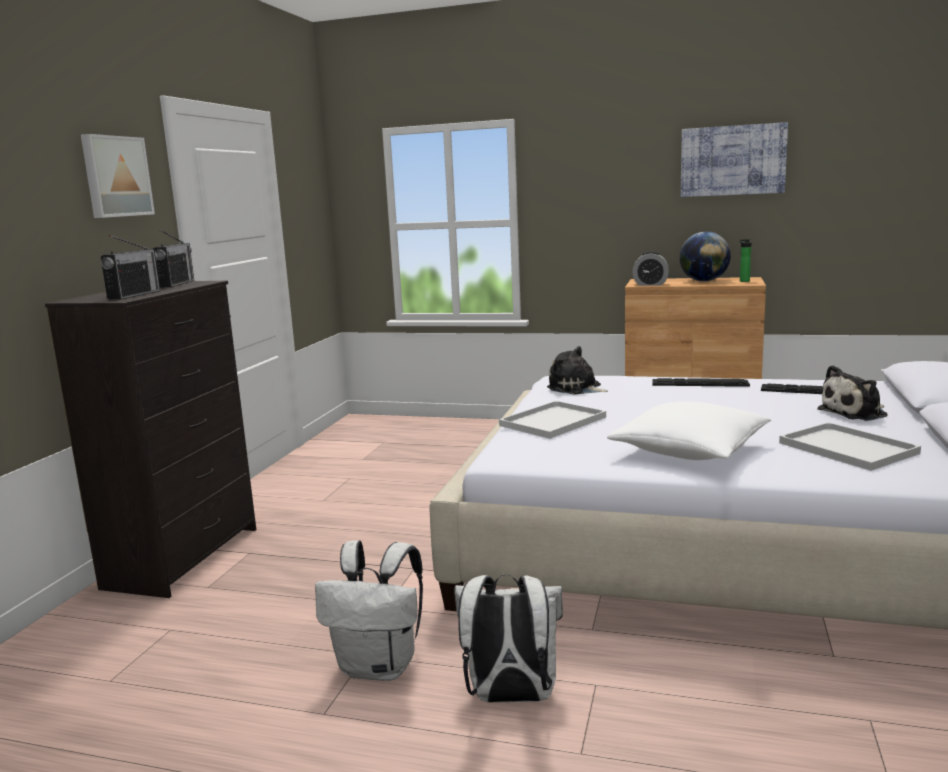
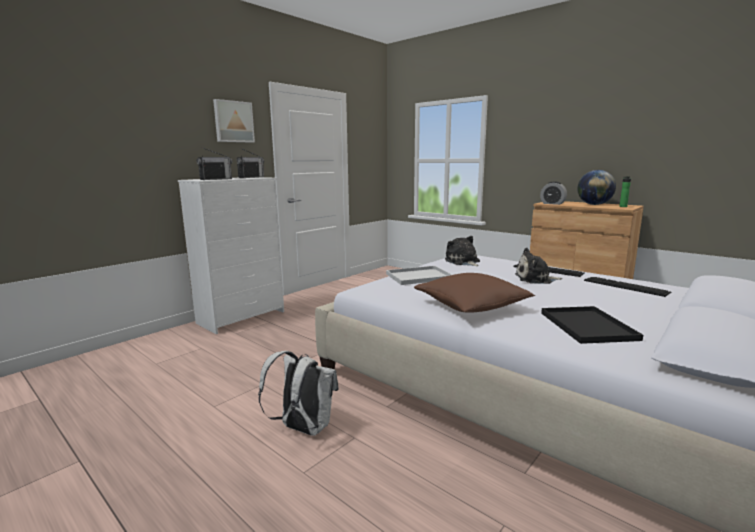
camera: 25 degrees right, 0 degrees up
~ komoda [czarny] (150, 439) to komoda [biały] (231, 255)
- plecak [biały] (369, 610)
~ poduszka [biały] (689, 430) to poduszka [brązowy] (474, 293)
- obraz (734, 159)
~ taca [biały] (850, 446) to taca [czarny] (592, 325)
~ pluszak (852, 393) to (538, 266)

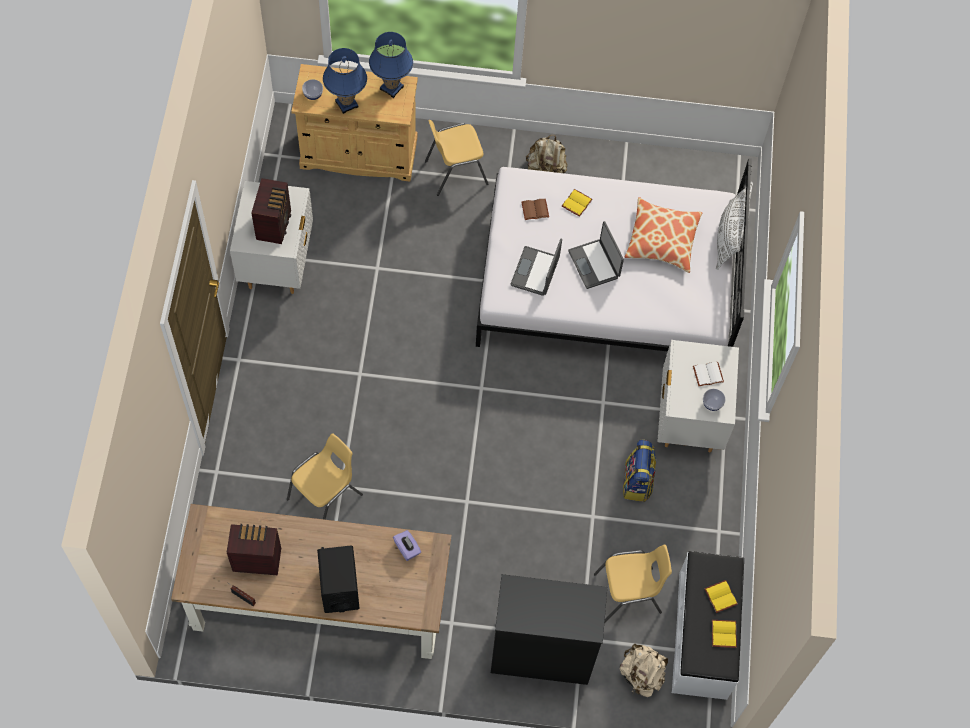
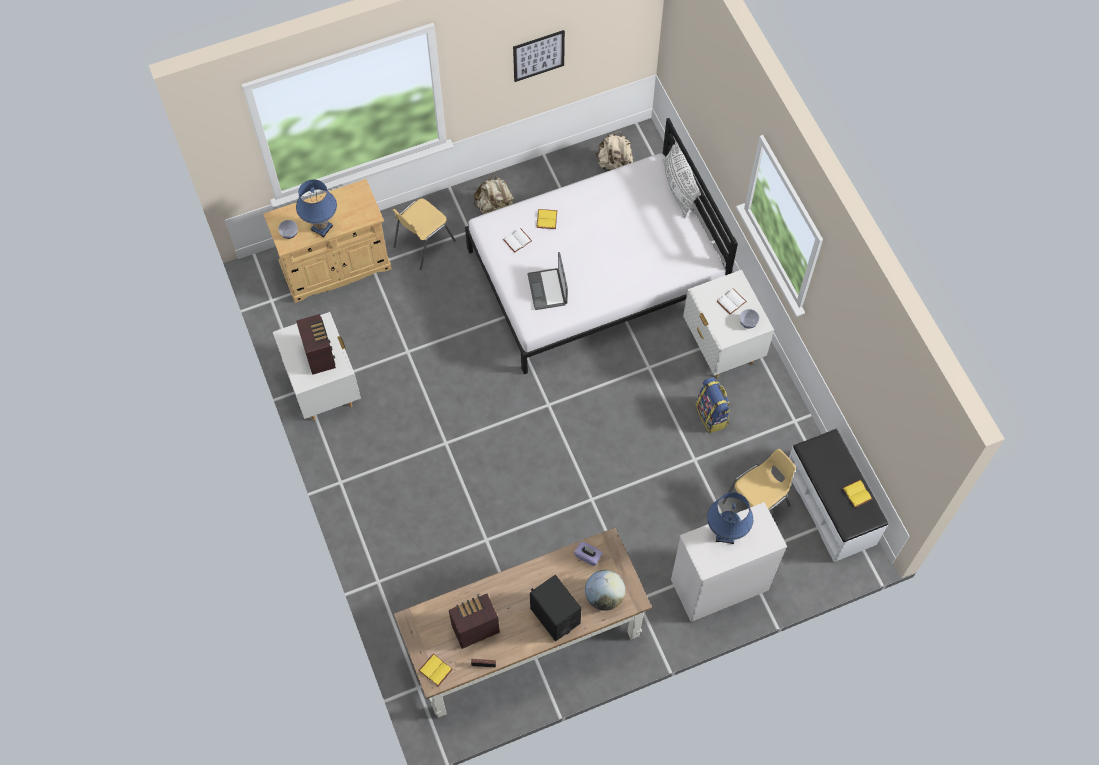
camera: 25 degrees left, 0 degrees up
- krzesło [żółty] (325, 476)
~ lampa stołowa [niebieski] (391, 65) to (730, 518)
~ komoda [czarny] (549, 629) to komoda [biały] (729, 562)
~ książka [brązowy] (535, 209) to książka [biały] (517, 240)
- laptop (596, 255)
~ plecak [beżowy] (643, 670) to (614, 151)
- poduszka (663, 235)
~ książka [żółty] (721, 596) to (436, 670)
+ obraz (539, 56)
+ globus (605, 590)

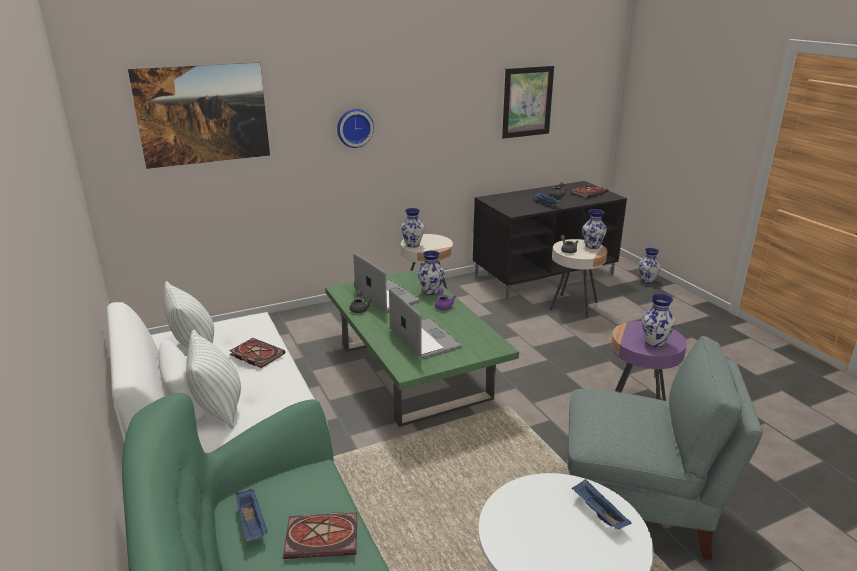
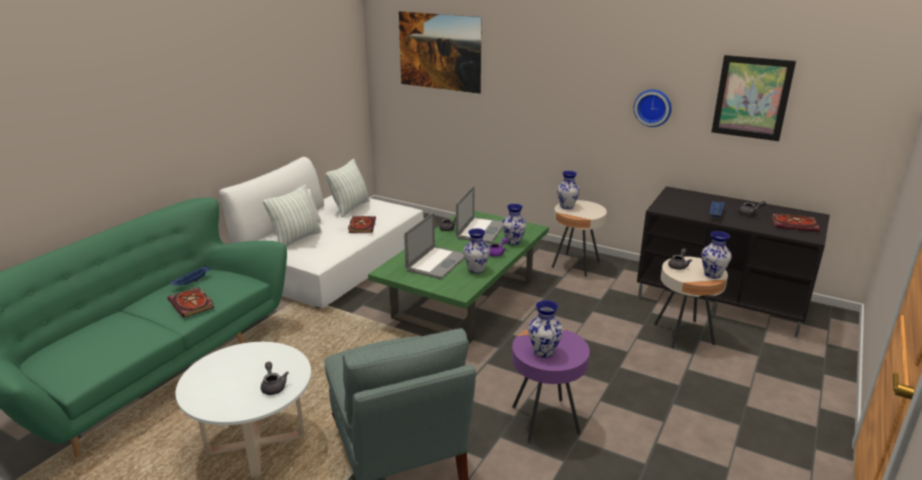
camera: 55 degrees right, 0 degrees up
~ zegar ścienny (355, 128) to (653, 108)
~ taca [niebieski] (601, 504) to imbryk [szary] (275, 378)
~ wazon (650, 265) to (476, 250)

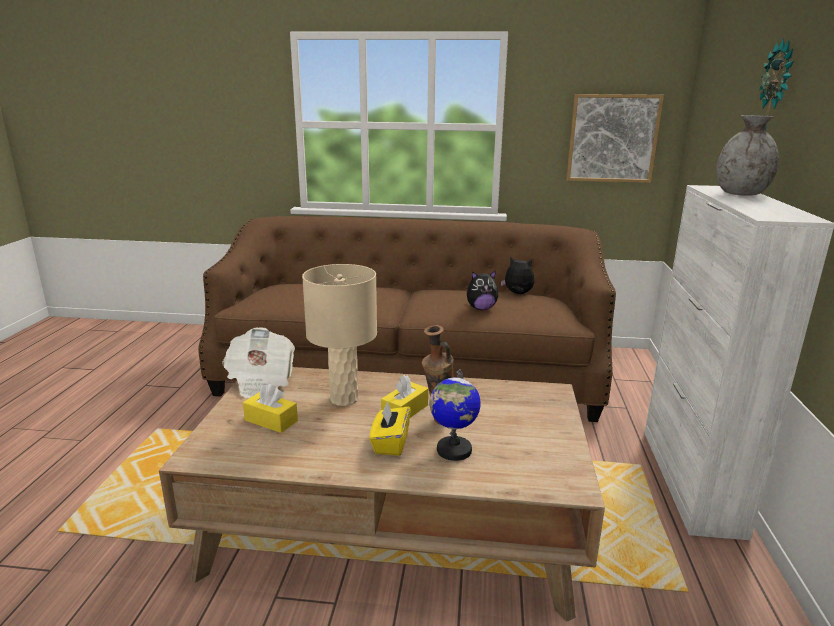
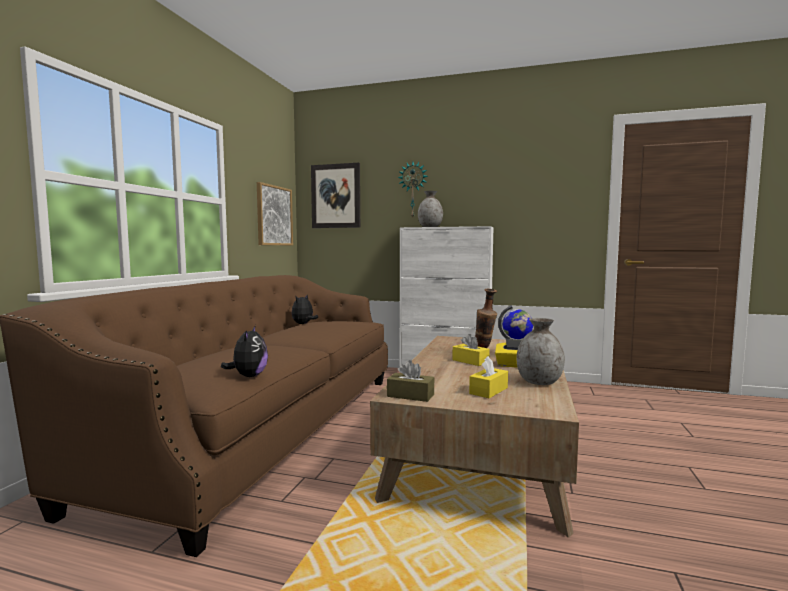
camera: 80 degrees left, 15 degrees down
~ gazeta (258, 362) to pudełko chusteczek [brązowy] (410, 381)
- lampa stołowa [beżowy] (339, 335)
~ pluszak (482, 290) to (244, 351)
+ obraz (335, 195)
+ wazon [szary] (540, 351)

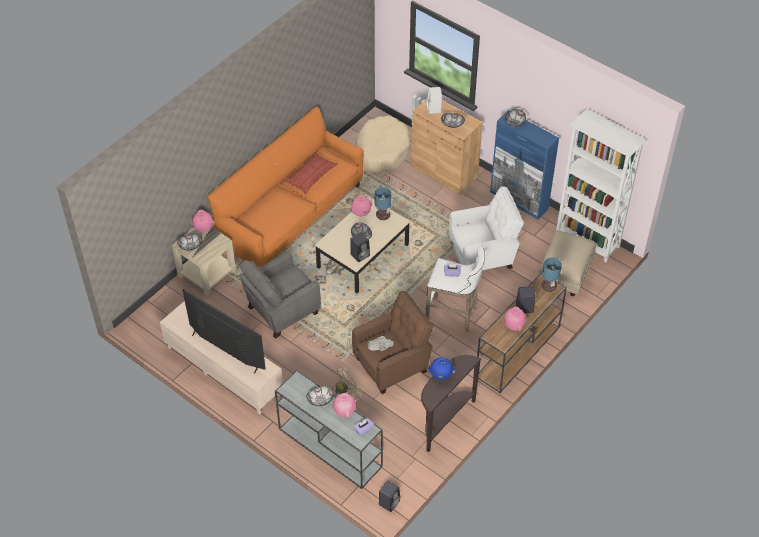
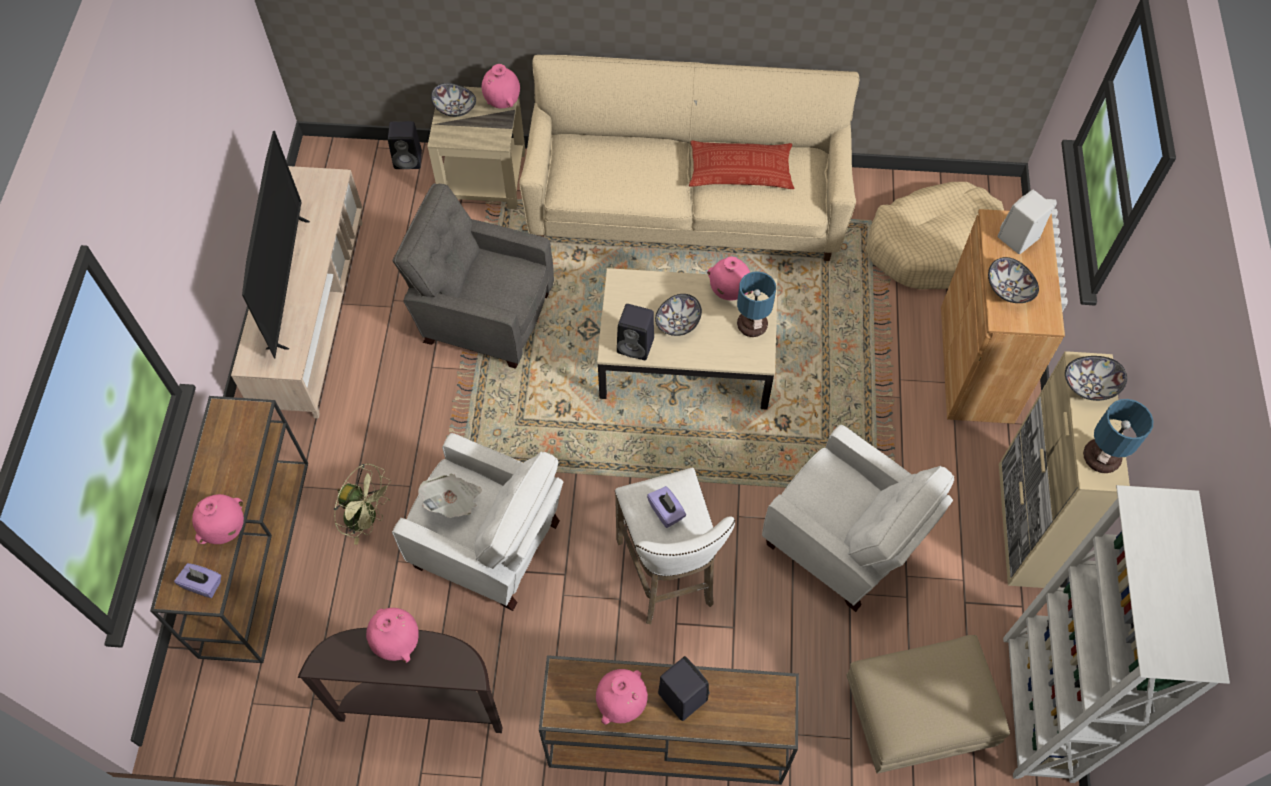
camera: 55 degrees right, 10 degrees up
~ kanapa [pomarańczowy] (286, 187) to kanapa [beżowy] (689, 158)
~ stolik konsolowy [szary] (329, 429) to stolik konsolowy [brązowy] (229, 529)
- miska (320, 396)
~ fotel [brązowy] (393, 342) to fotel [biały] (477, 522)
~ głośnik [czarny] (389, 496) to (405, 145)
~ wazon [niebieski] (441, 368) to wazon [różowy] (392, 635)
~ szafka [niebieski] (524, 165) to szafka [beżowy] (1064, 469)
~ lampa stołowa (551, 274) to (1118, 436)

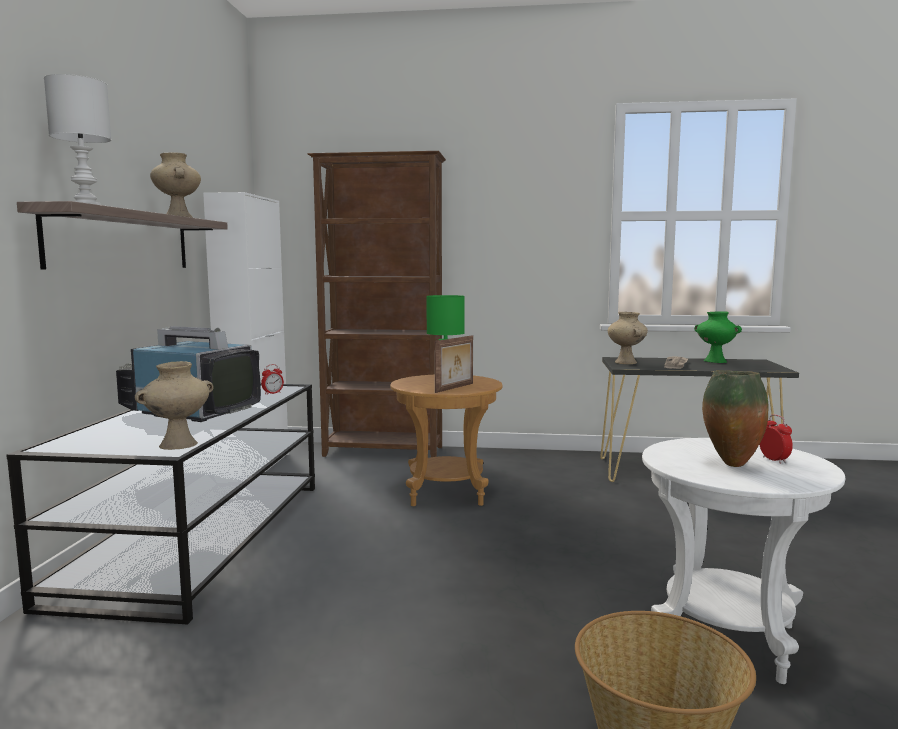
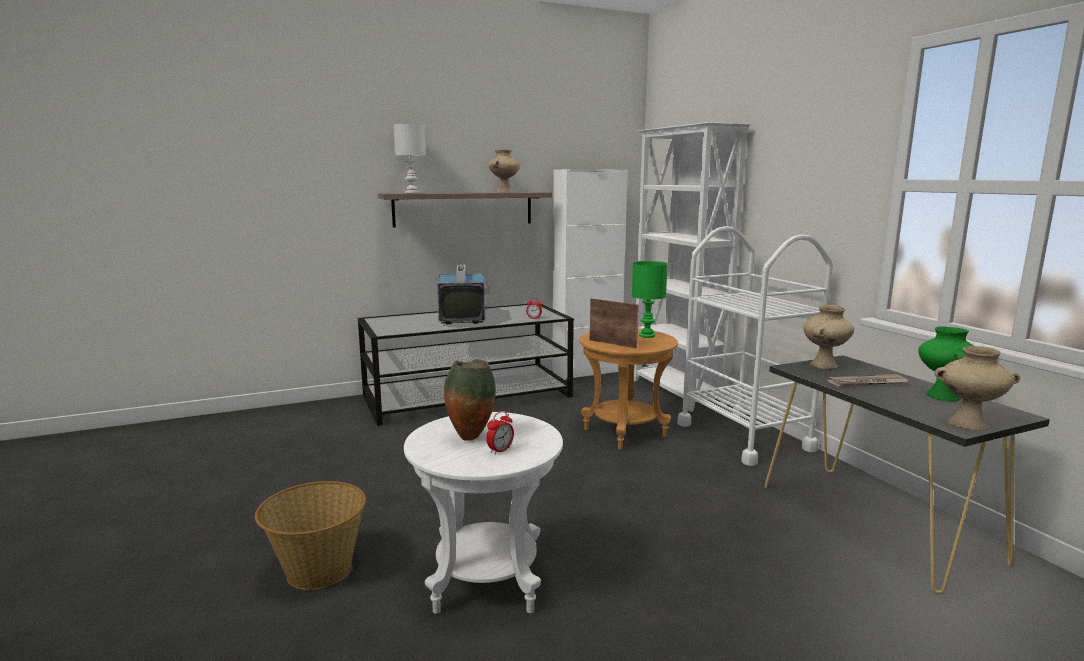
camera: 60 degrees right, 5 degrees up
~ wazon [beżowy] (174, 405) to (977, 388)
~ regał [brązowy] (376, 304) to regał [biały] (692, 267)
~ ramka na zdjęcie (454, 364) = (614, 323) 150 degrees counterclockwise
+ wózek [biały] (755, 346)

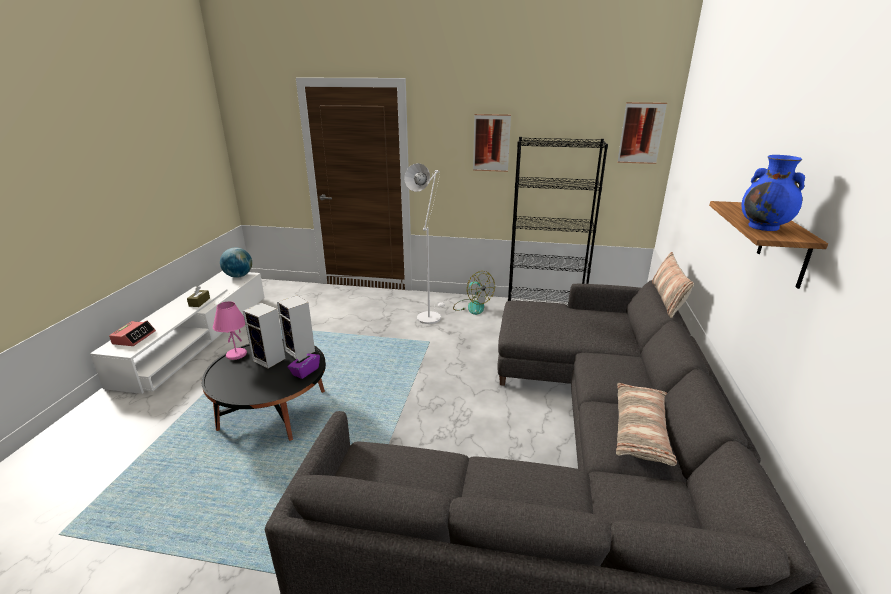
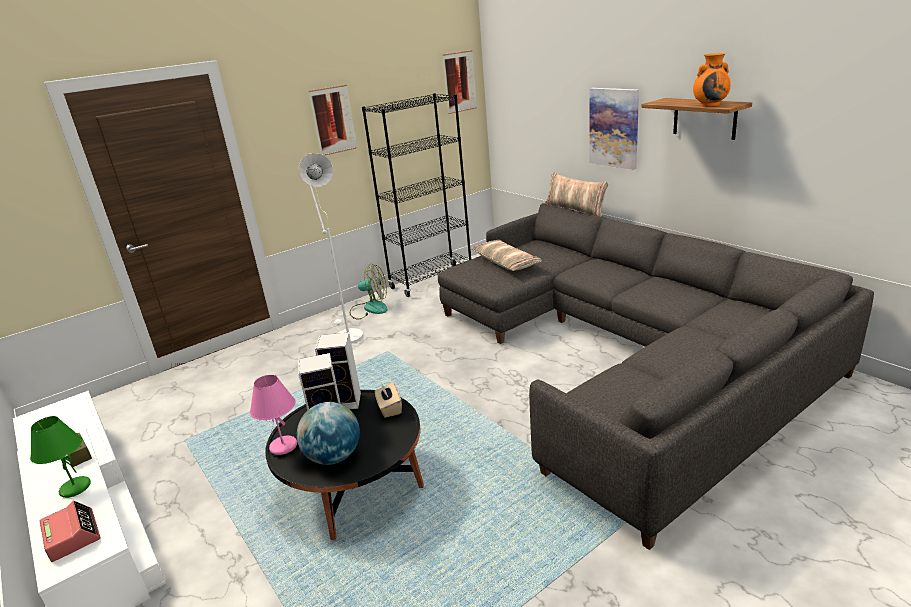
camera: 45 degrees left, 0 degrees up
~ globus (236, 263) to (328, 433)
~ pudełko chusteczek [fioletowy] (304, 364) to pudełko chusteczek [beżowy] (388, 400)
~ poduszka (646, 424) to (506, 255)
~ wazon [niebieski] (773, 193) to wazon [pomarańczowy] (712, 80)
+ lampa stołowa [zielony] (60, 457)
+ obraz (614, 129)

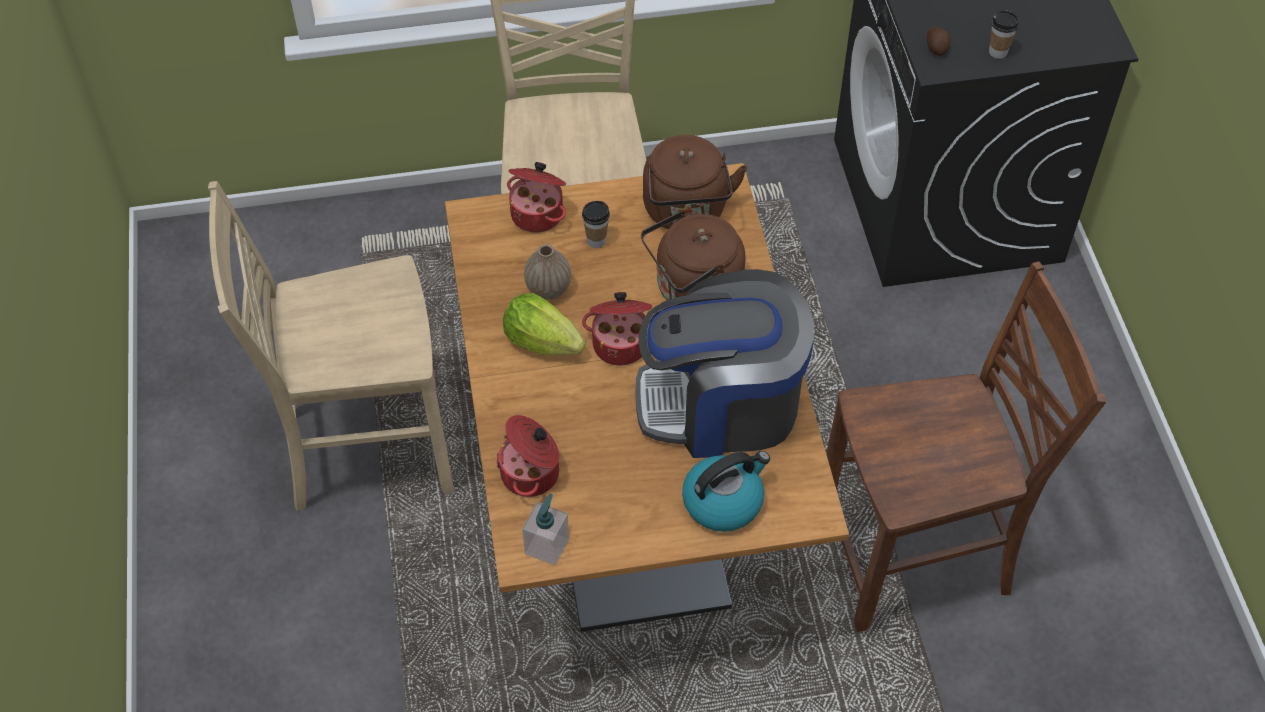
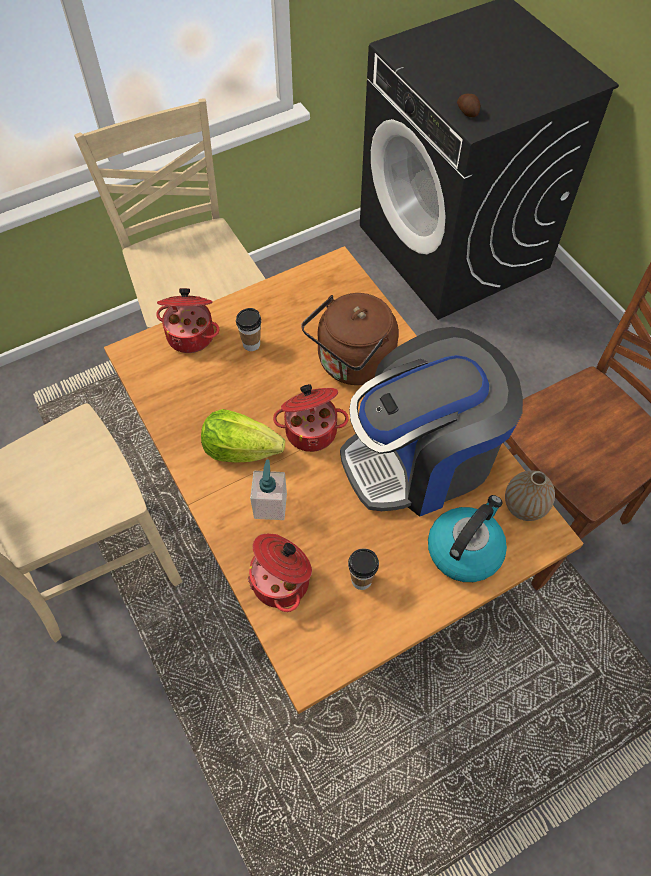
camera: 20 degrees left, 5 degrees up
~ dozownik mydła (545, 529) to (268, 489)
~ wazon (547, 272) to (530, 495)
- czajnik [brązowy] (695, 182)
~ filiżanka (1004, 34) to (363, 569)

